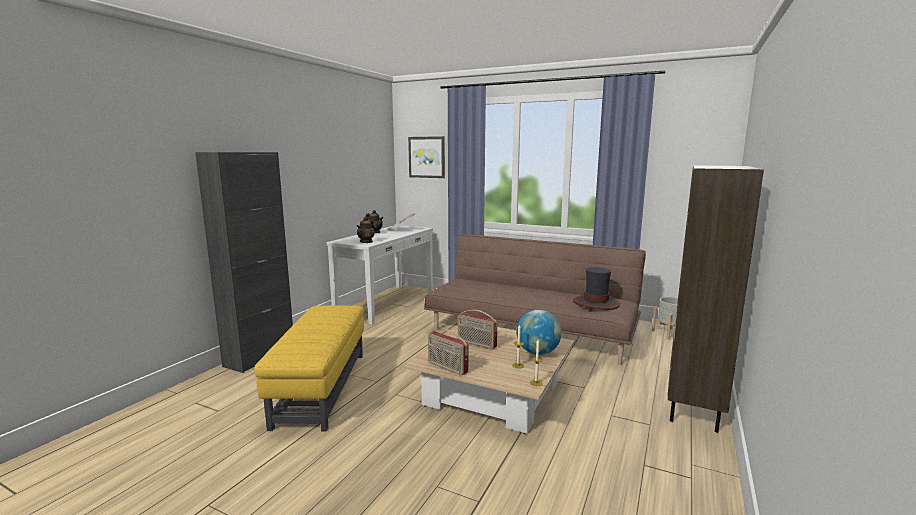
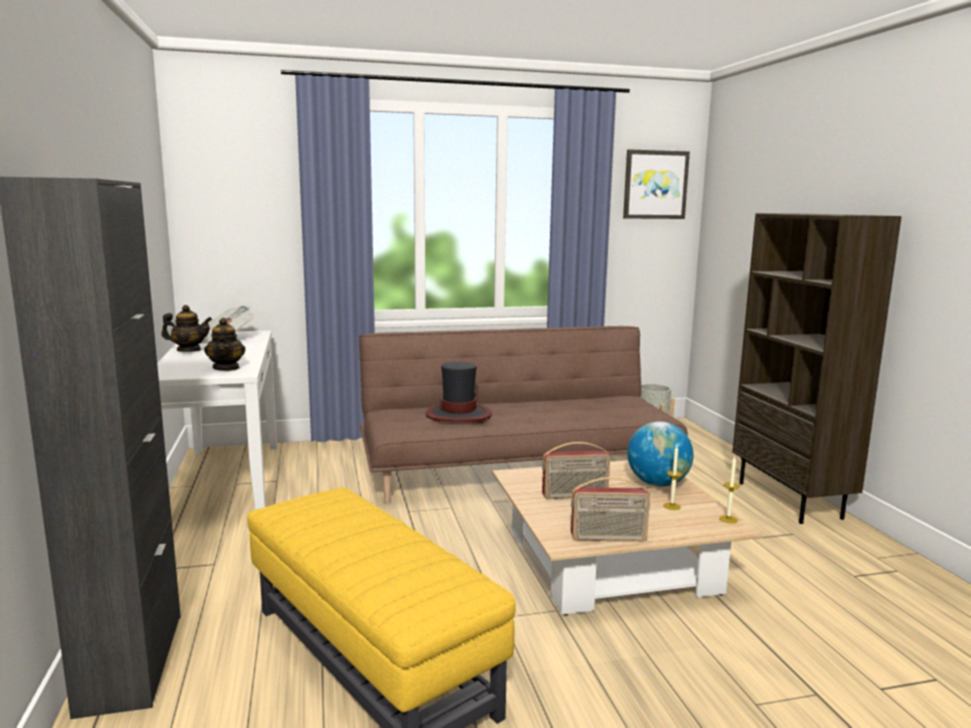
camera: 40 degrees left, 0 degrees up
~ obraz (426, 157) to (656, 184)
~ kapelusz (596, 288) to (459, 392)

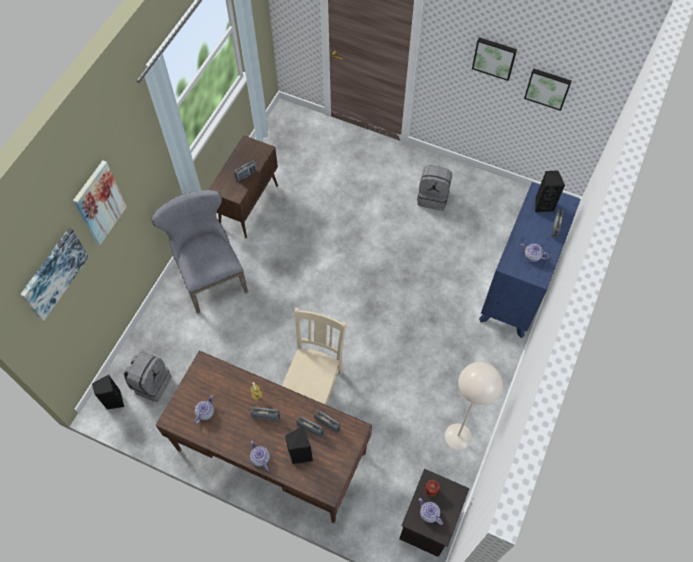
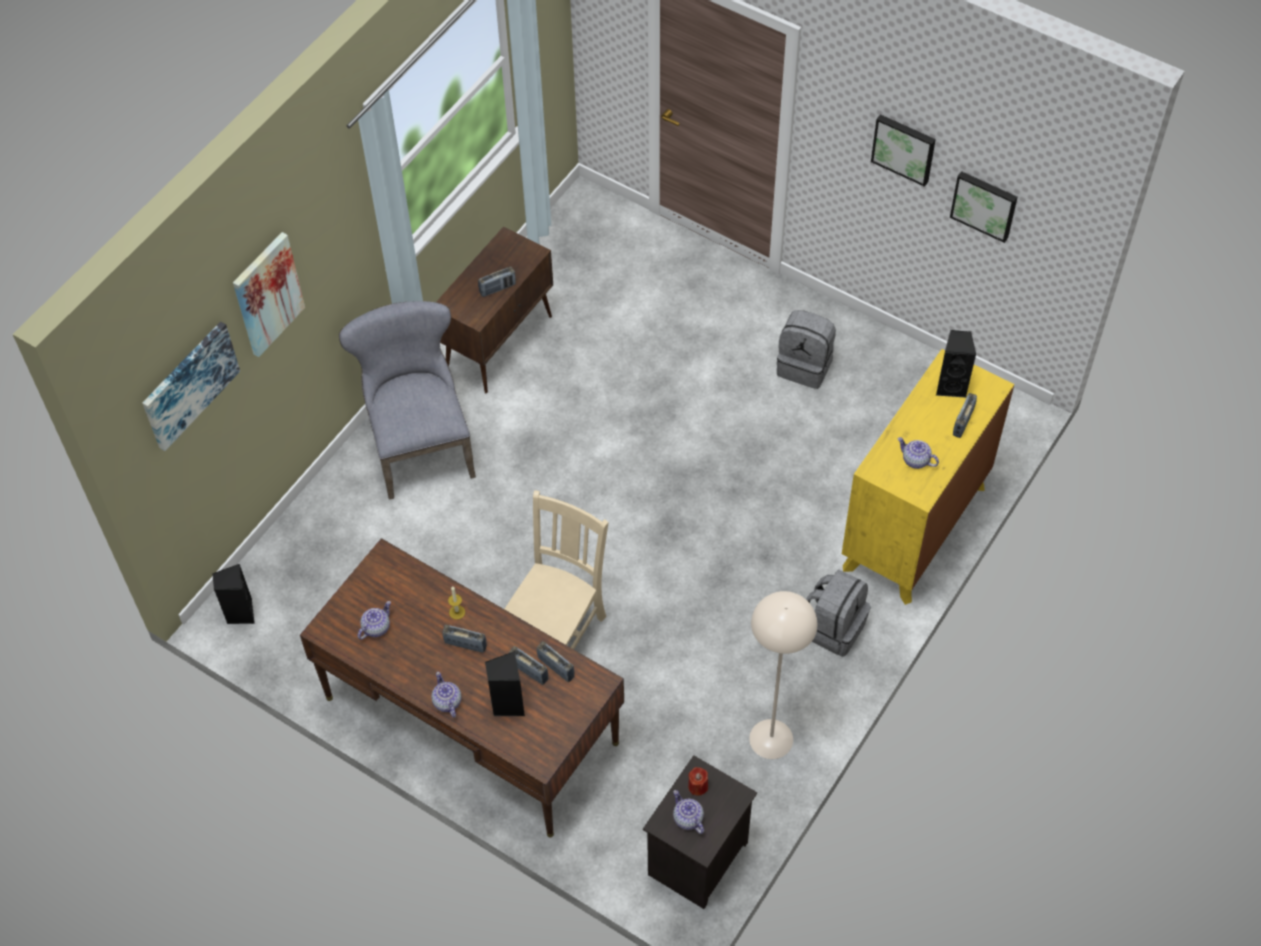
camera: 10 degrees right, 5 degrees down
~ plecak [szary] (148, 377) to (838, 613)
~ komoda [niebieski] (530, 260) to komoda [żółty] (928, 477)

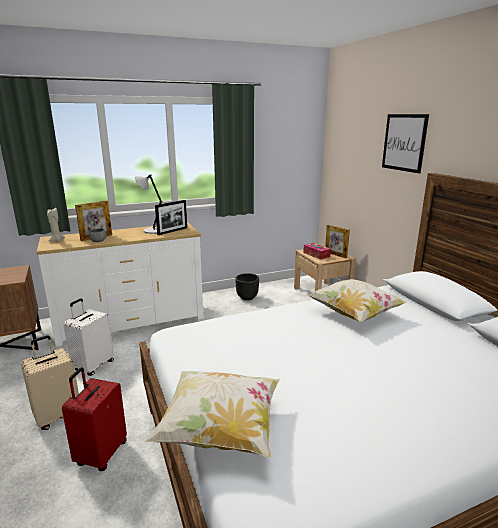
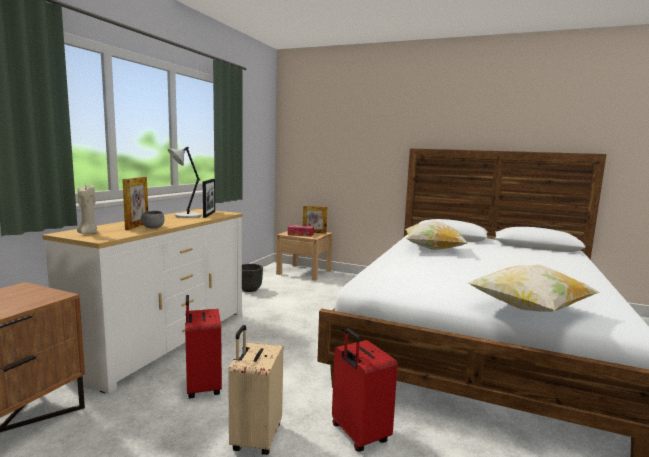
camera: 45 degrees left, 10 degrees down
~ walizka [biały] (88, 337) to walizka [czerwony] (203, 347)
- obraz (405, 144)

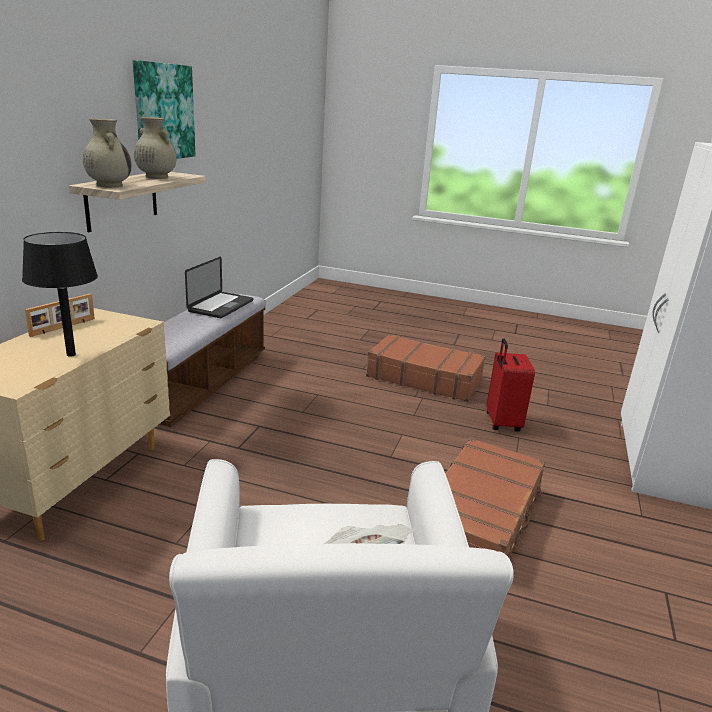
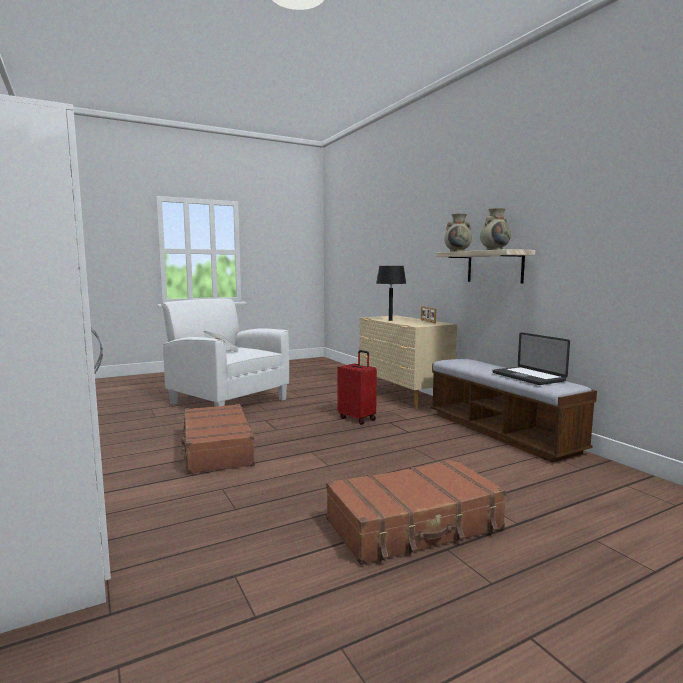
camera: 135 degrees right, 15 degrees down
- obraz (164, 109)
~ walizka [czerwony] (511, 384) to (357, 387)

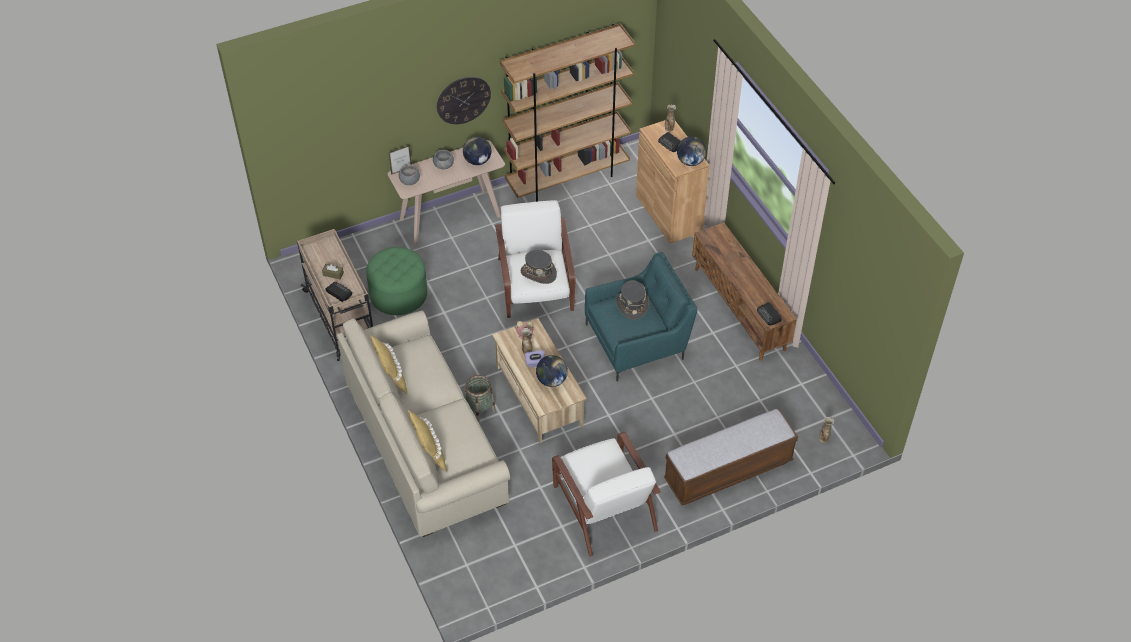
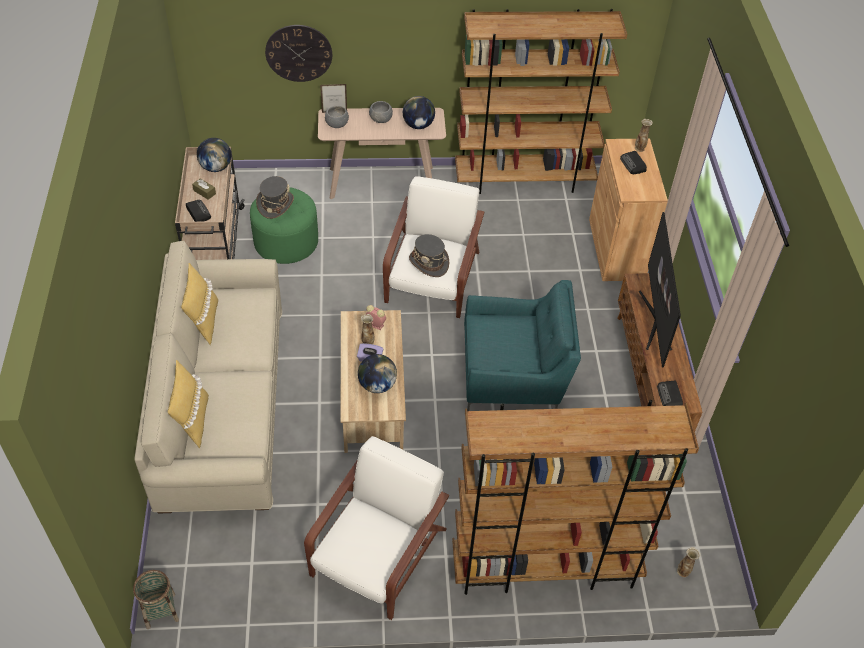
camera: 20 degrees right, 0 degrees up
~ zegar ścienny (464, 100) to (298, 53)
~ koszyk (480, 398) to (156, 599)
~ fotel [biały] (606, 494) = (376, 528) 150 degrees counterclockwise
~ kapelusz [szary] (632, 300) to (275, 197)
~ ławka (731, 457) to regał [brązowy] (575, 497)
~ globus (691, 151) to (214, 155)
+ telewizor (660, 289)

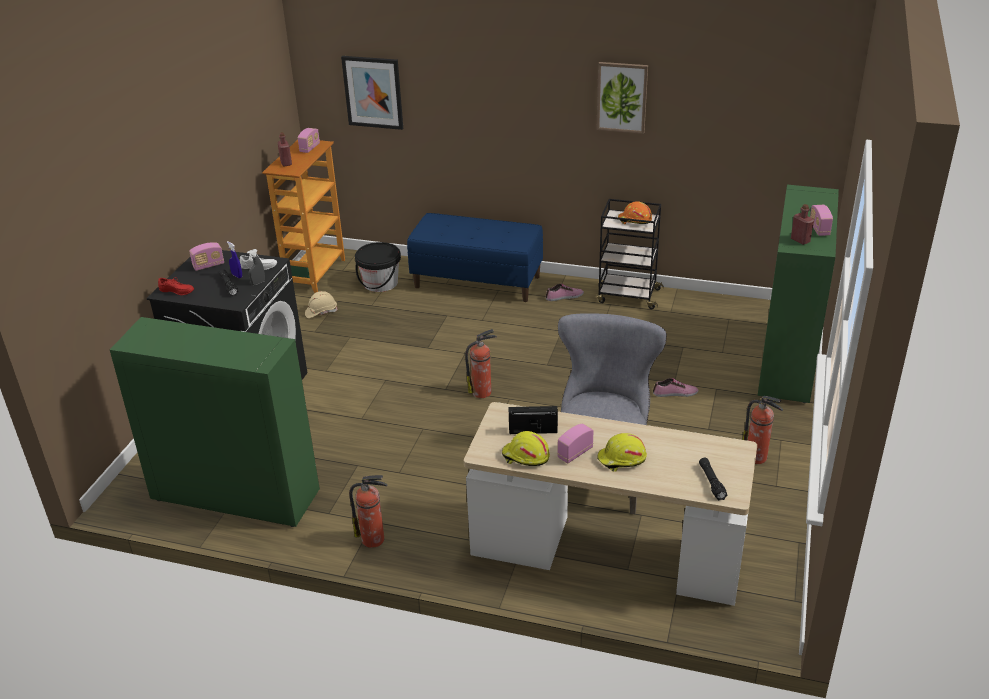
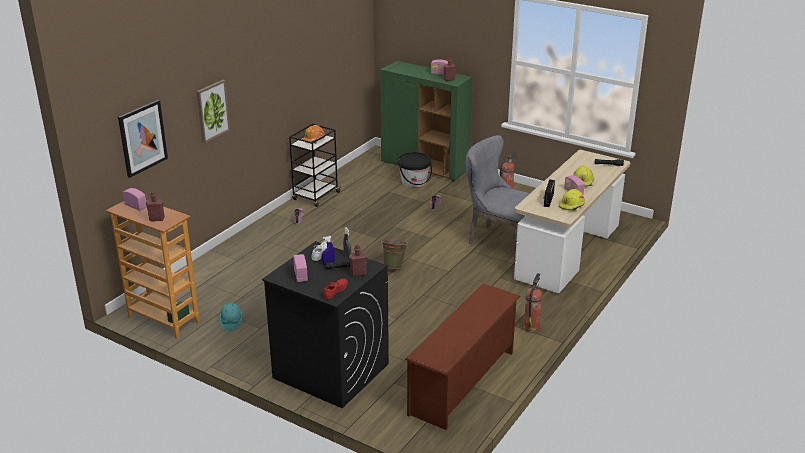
camera: 75 degrees left, 5 degrees down
~ szafka [zielony] (215, 422) to regał na buty [brązowy] (462, 356)
~ kask [beżowy] (321, 304) to kask [turkusowy] (231, 317)
~ wiadro [czarny] (378, 267) to (415, 169)
- ławka [niebieski] (475, 257)
~ gaśnica (481, 363) to wiadro [zielony] (394, 254)
~ obraz (622, 98) to (213, 111)
+ butelka [czerwony] (358, 261)

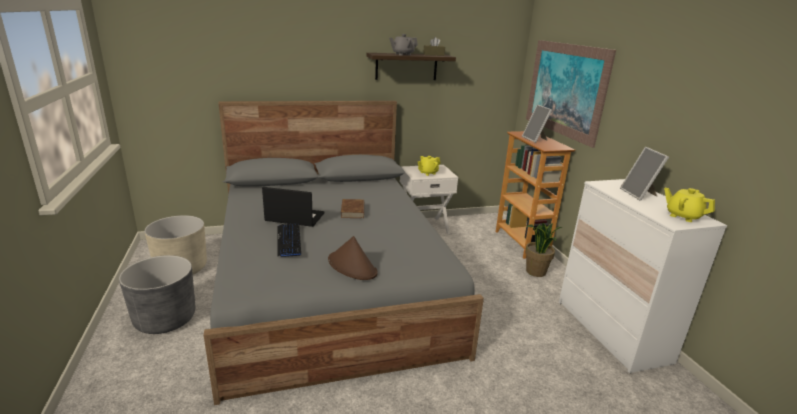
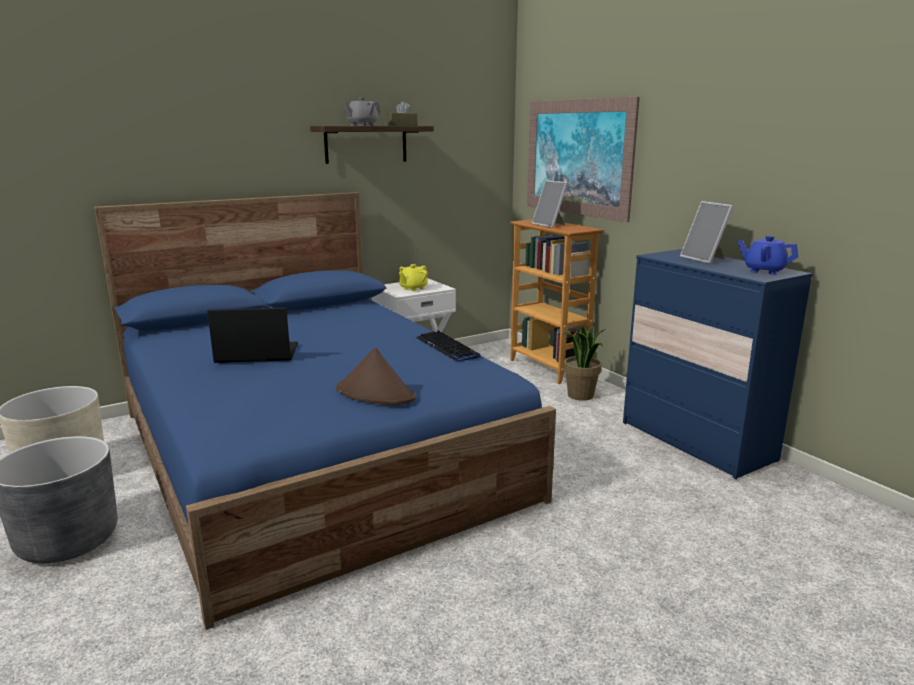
camera: 15 degrees left, 5 degrees down
~ łóżko [szary] (344, 253) to łóżko [niebieski] (325, 411)
~ klawiatura (289, 240) to (448, 346)
- książka [brązowy] (352, 208)
~ komoda [biały] (643, 276) to komoda [niebieski] (718, 364)
~ imbryk [żółty] (689, 205) to imbryk [niebieski] (768, 255)

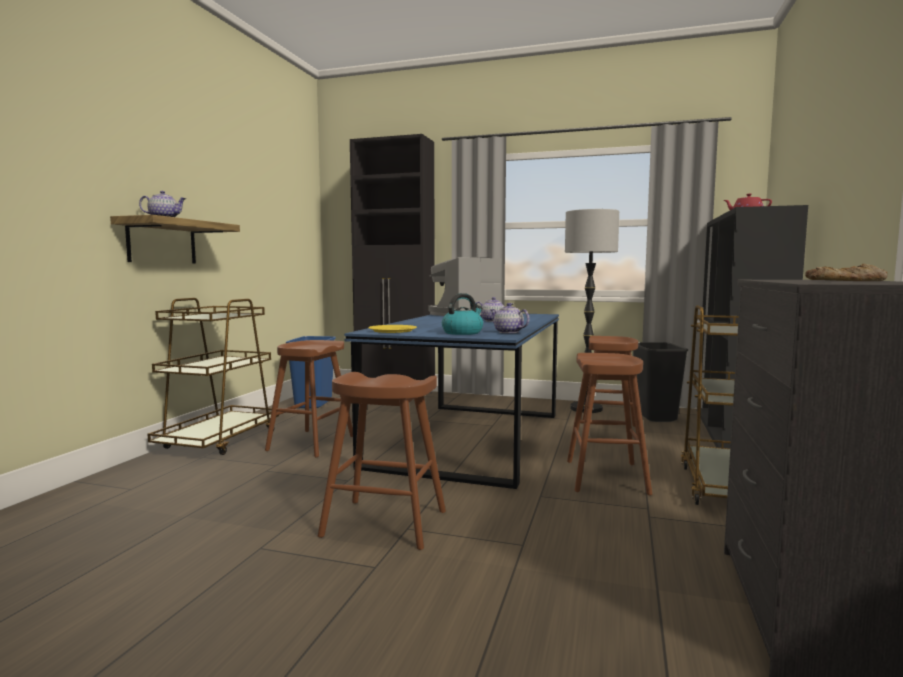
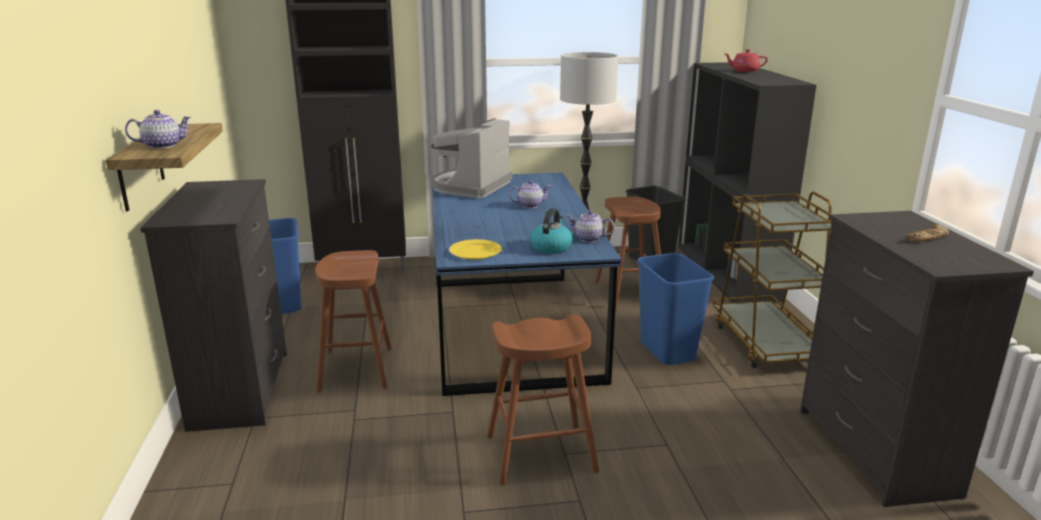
camera: 25 degrees left, 15 degrees up
~ wózek [brązowy] (213, 376) to komoda [czarny] (213, 305)
~ stołek [brązowy] (609, 424) to kosz na śmieci [niebieski] (675, 309)

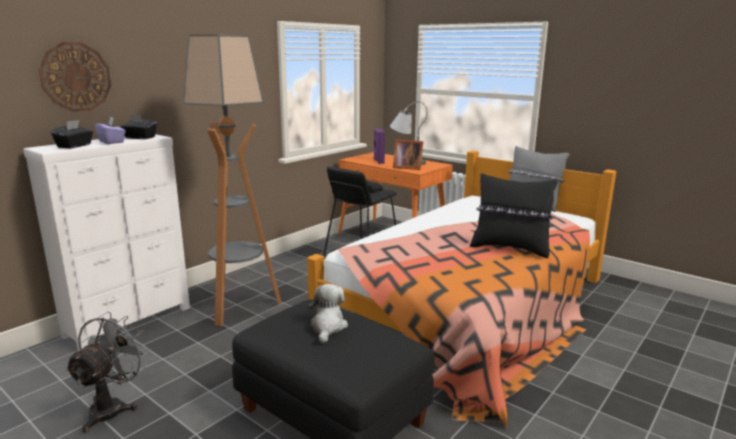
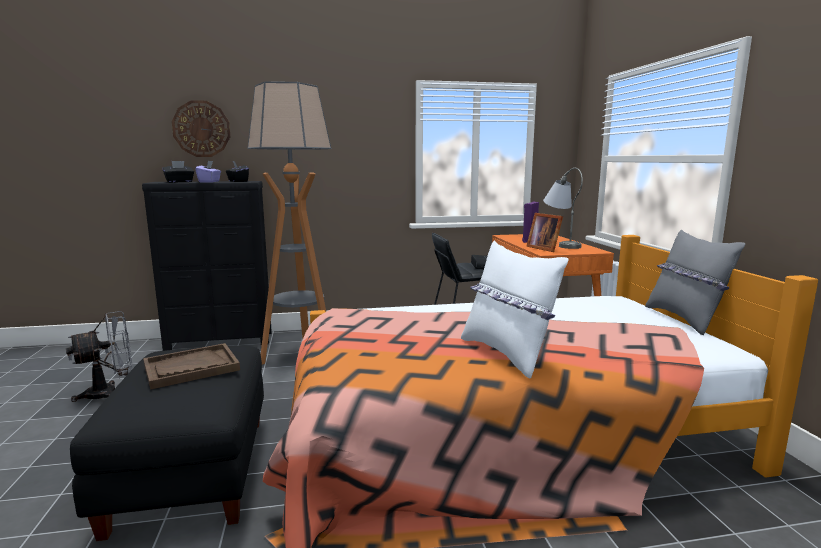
camera: 40 degrees right, 5 degrees down
~ komoda [biały] (106, 242) to komoda [czarny] (207, 266)
~ pluszak (328, 313) to taca [brązowy] (191, 366)
~ poduszka [czarny] (513, 215) to poduszka [biały] (515, 310)

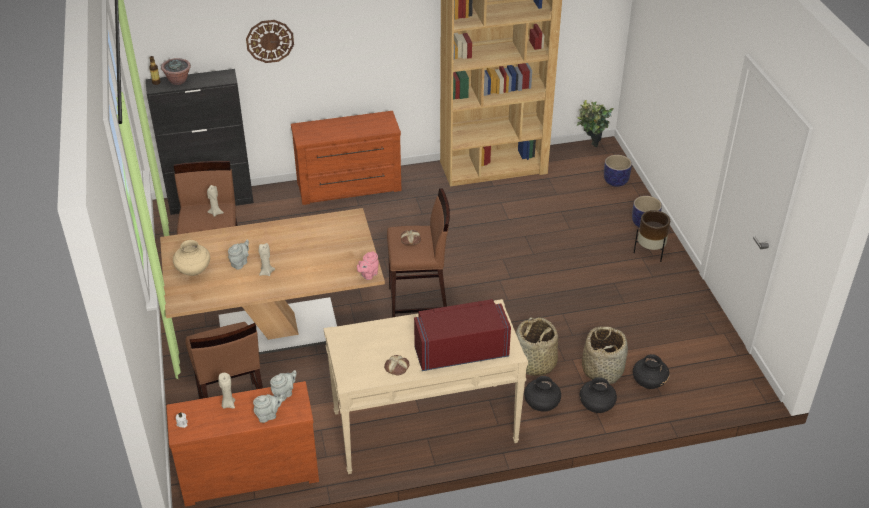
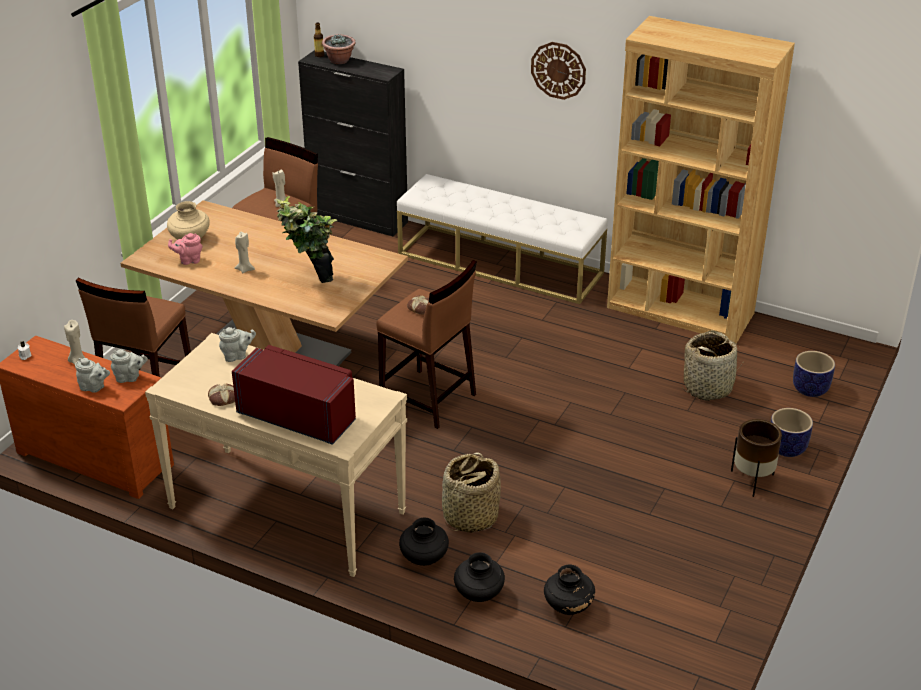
camera: 40 degrees right, 5 degrees down
~ imbryk [szary] (238, 254) to (237, 344)
~ zegar ścienny (270, 41) to (558, 71)
~ komoda [brązowy] (346, 158) to ławka [biały] (502, 239)
~ imbryk [różowy] (368, 265) to (185, 249)
~ roślina doniczkowa (595, 124) to (306, 239)
~ koszyk (605, 355) to (713, 365)

